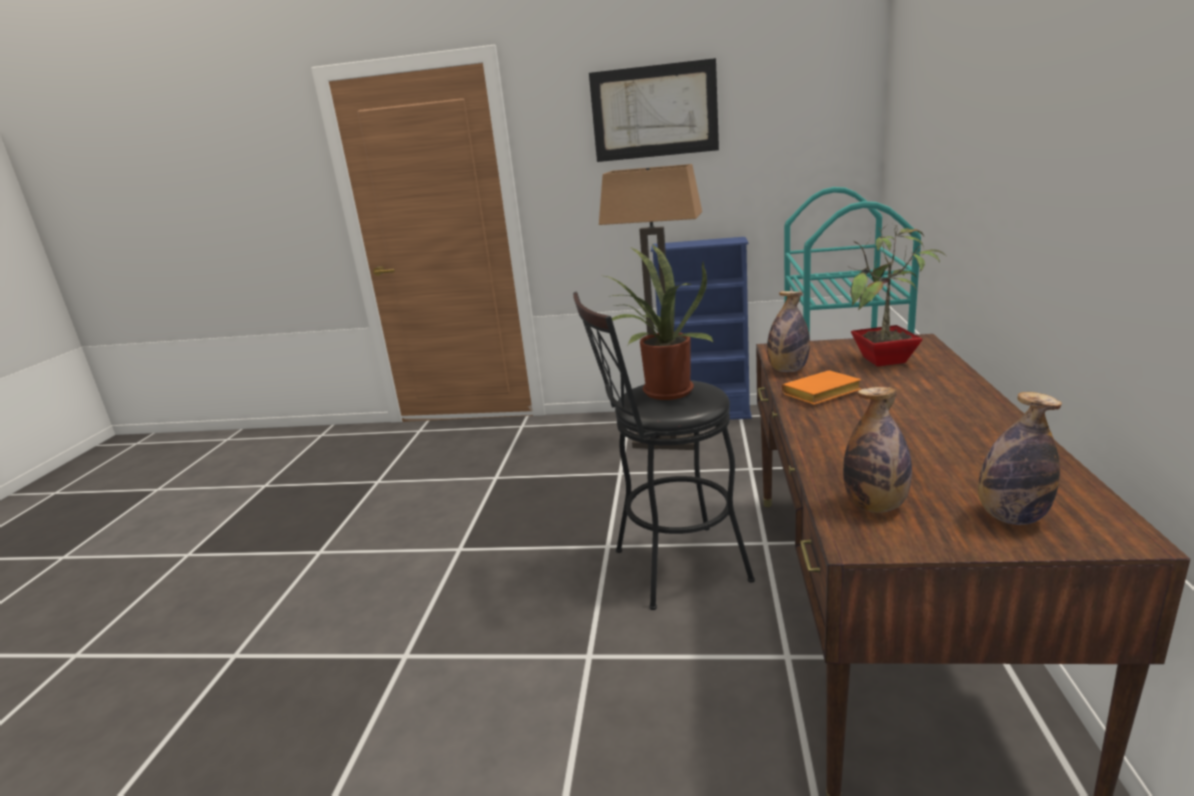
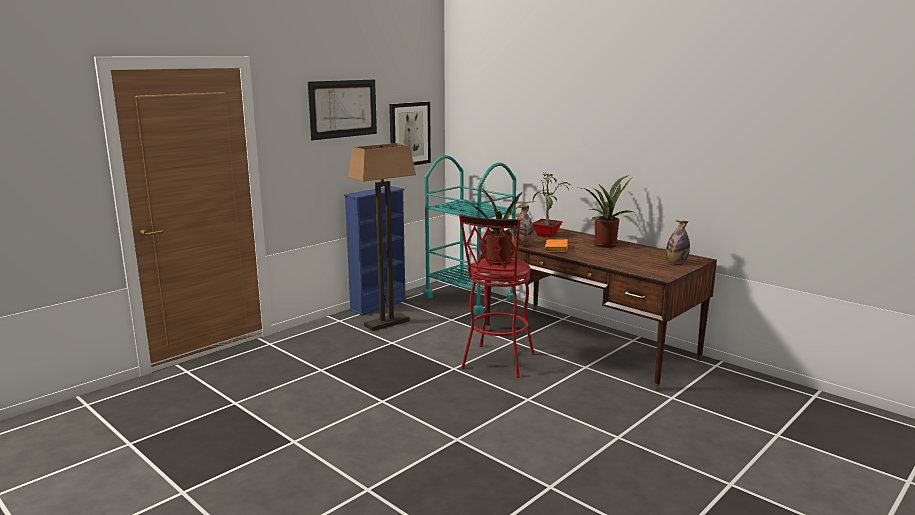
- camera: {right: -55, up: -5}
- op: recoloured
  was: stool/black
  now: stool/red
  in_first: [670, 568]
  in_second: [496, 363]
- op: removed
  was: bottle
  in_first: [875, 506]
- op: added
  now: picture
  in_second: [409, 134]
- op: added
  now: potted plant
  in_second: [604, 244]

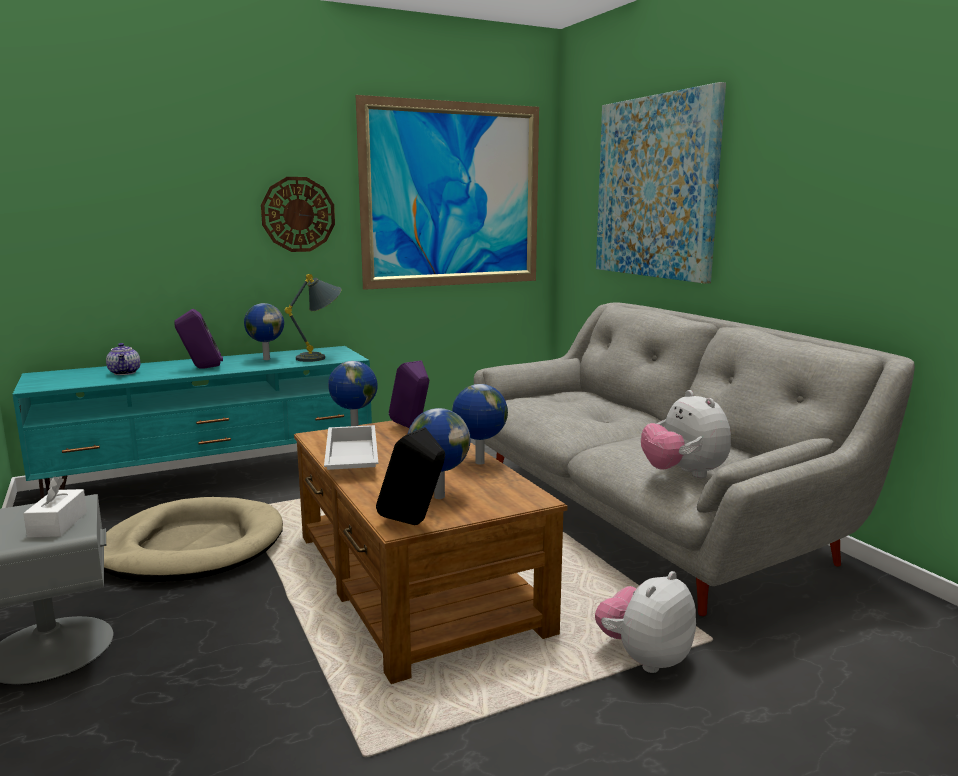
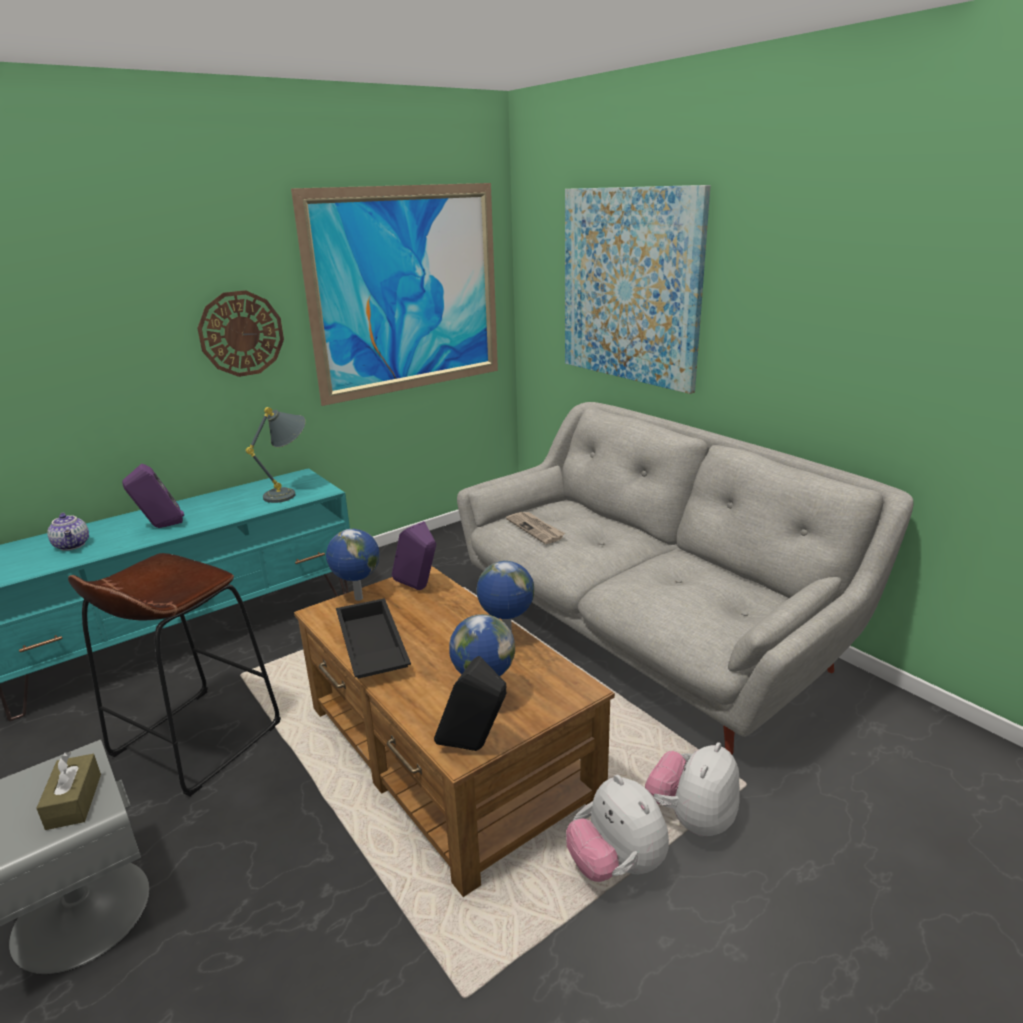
- camera: {right: -10, up: 10}
- op: recoloured
  was: tissue box/white
  now: tissue box/brown
  in_first: [58, 524]
  in_second: [74, 801]
- op: replaced
  was: dog bed/beige
  now: stool/brown
  in_first: [192, 547]
  in_second: [196, 739]
- op: removed
  was: globe
  in_first: [266, 359]
- op: recoloured
  was: tray/white
  now: tray/black
  in_first: [350, 459]
  in_second: [370, 648]
- op: moved
  was: plush toy
  in_first: [683, 474]
  in_second: [616, 865]
- op: added
  now: newspaper
  in_second: [536, 529]

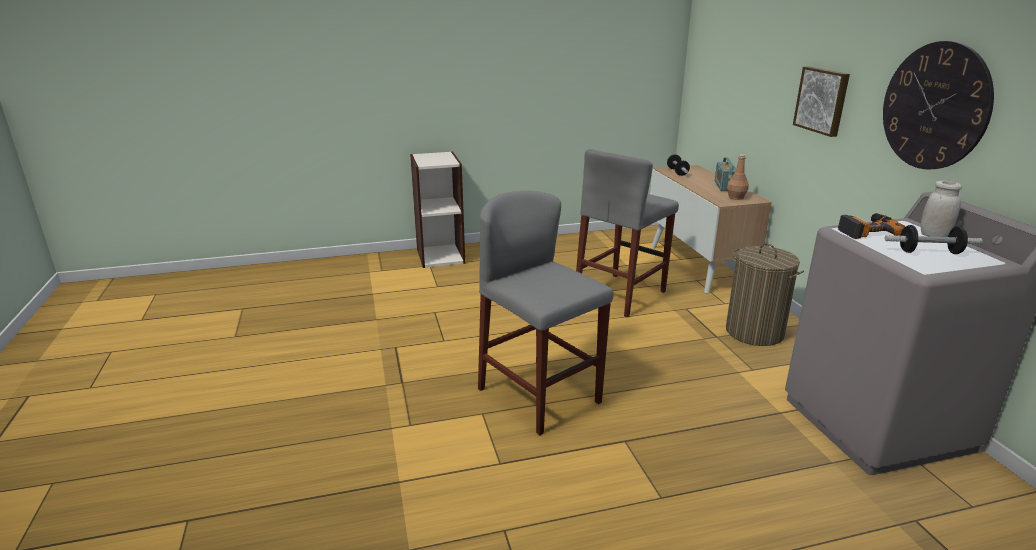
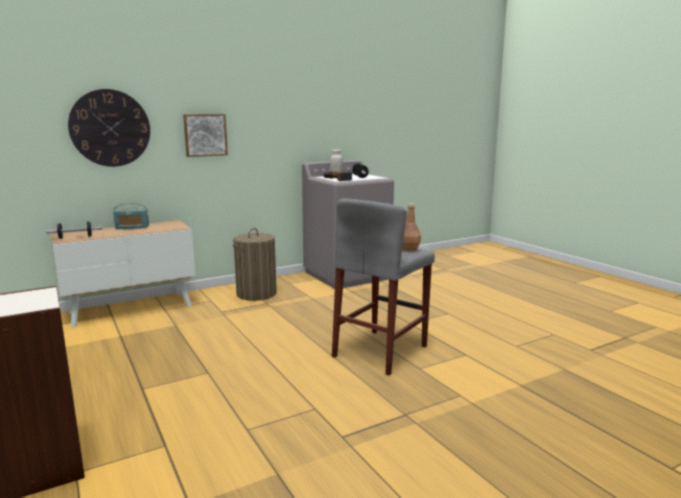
- camera: {right: -105, up: -10}
- op: removed
  was: stool/grey
  in_first: [620, 294]
- op: moved
  was: bottle/brown
  in_first: [735, 197]
  in_second: [409, 249]
- op: moved
  was: wall clock
  in_first: [935, 106]
  in_second: [110, 128]

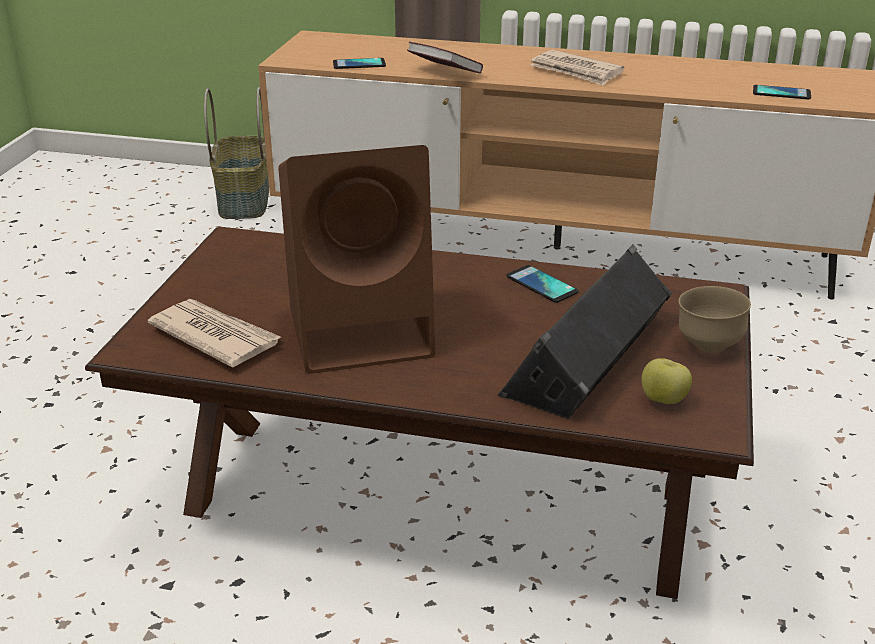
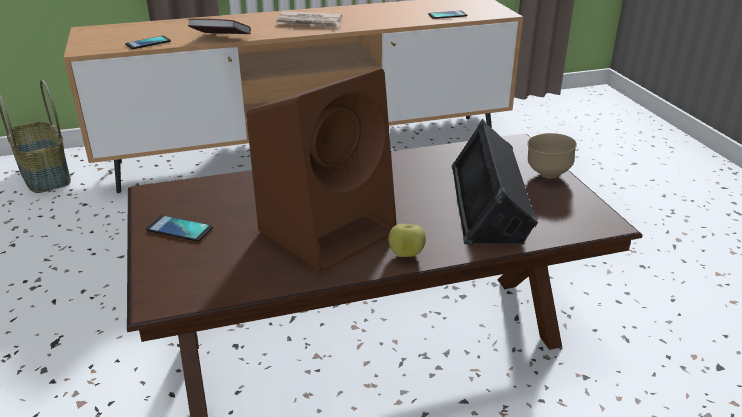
- camera: {right: -30, up: 0}
- op: removed
  was: newspaper
  in_first: [215, 336]
- op: moved
  was: phone
  in_first: [541, 285]
  in_second: [179, 229]
- op: moved
  was: apple
  in_first: [663, 400]
  in_second: [406, 254]

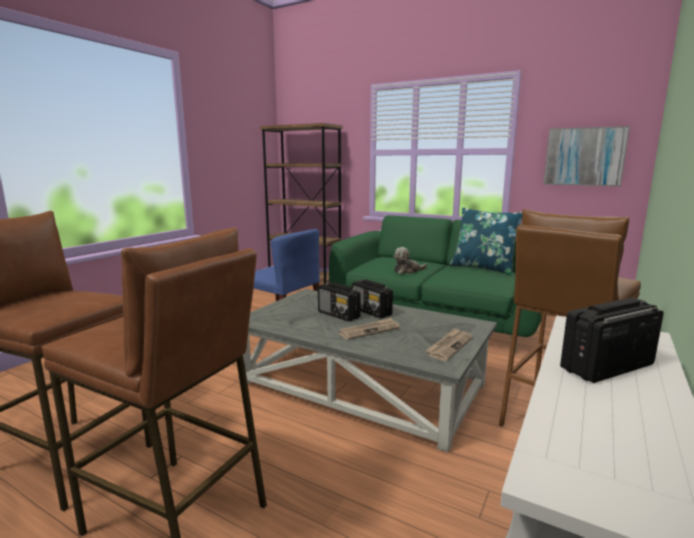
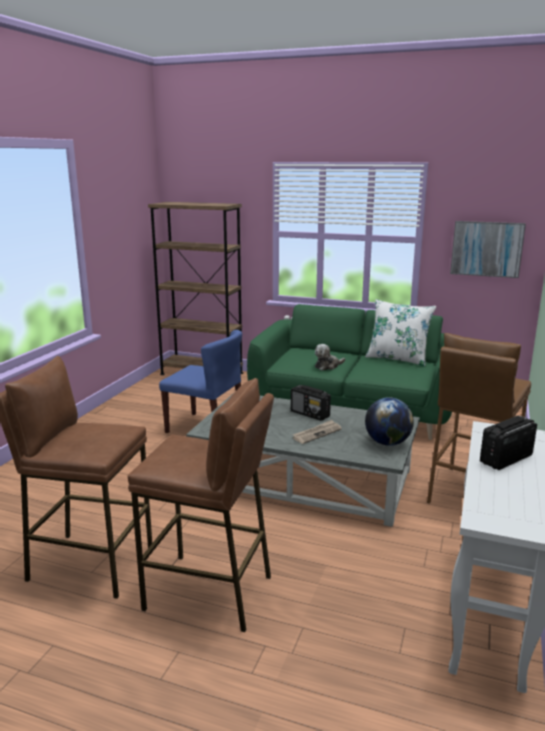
- camera: {right: -10, up: 5}
- op: removed
  was: radio
  in_first: [339, 315]
- op: replaced
  was: newspaper
  now: globe
  in_first: [449, 346]
  in_second: [387, 443]
- op: recoloured
  was: pillow/blue
  now: pillow/white
  in_first: [483, 268]
  in_second: [398, 359]

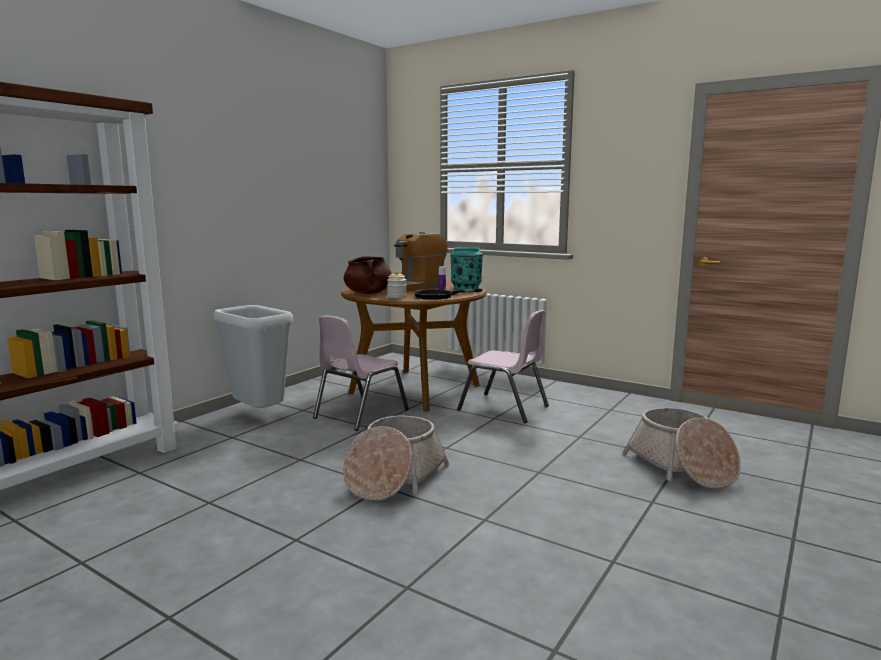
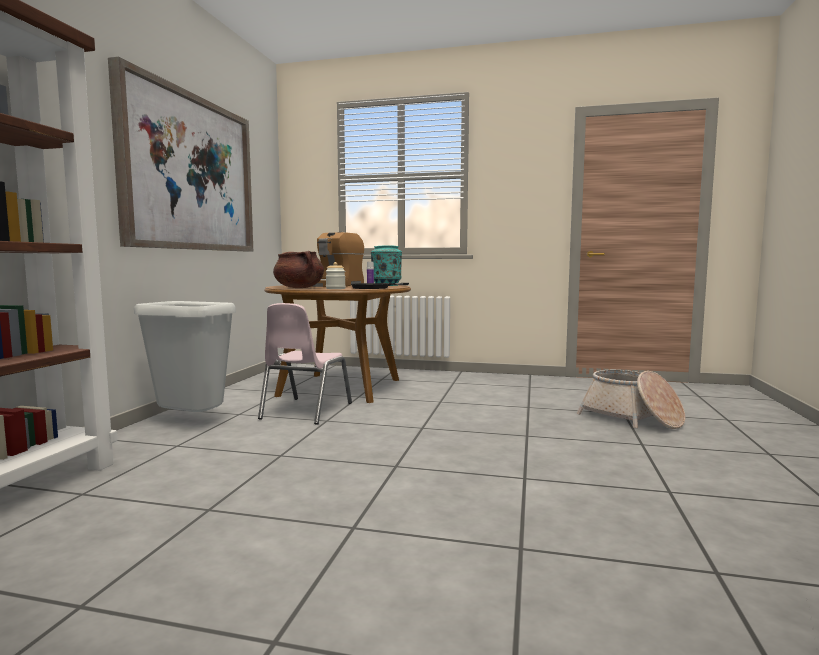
- camera: {right: -20, up: -5}
- op: removed
  was: basket
  in_first: [394, 478]
- op: removed
  was: chair/pink
  in_first: [504, 408]
- op: added
  now: picture
  in_second: [190, 173]

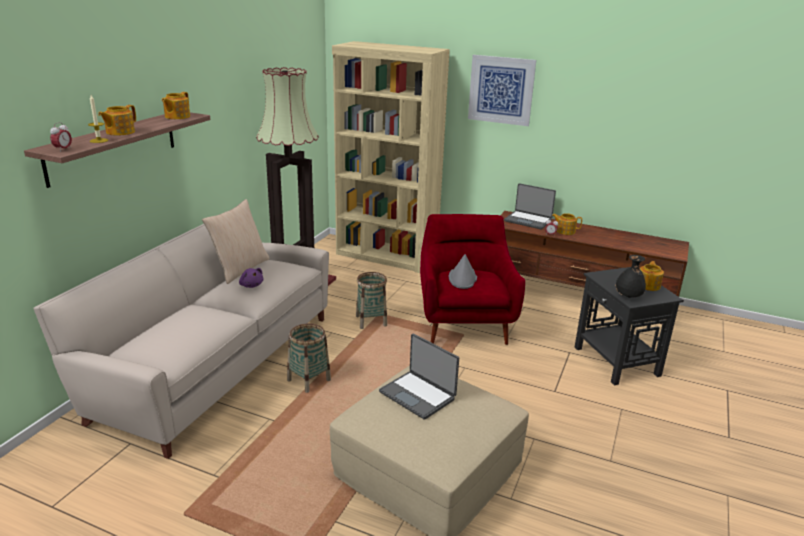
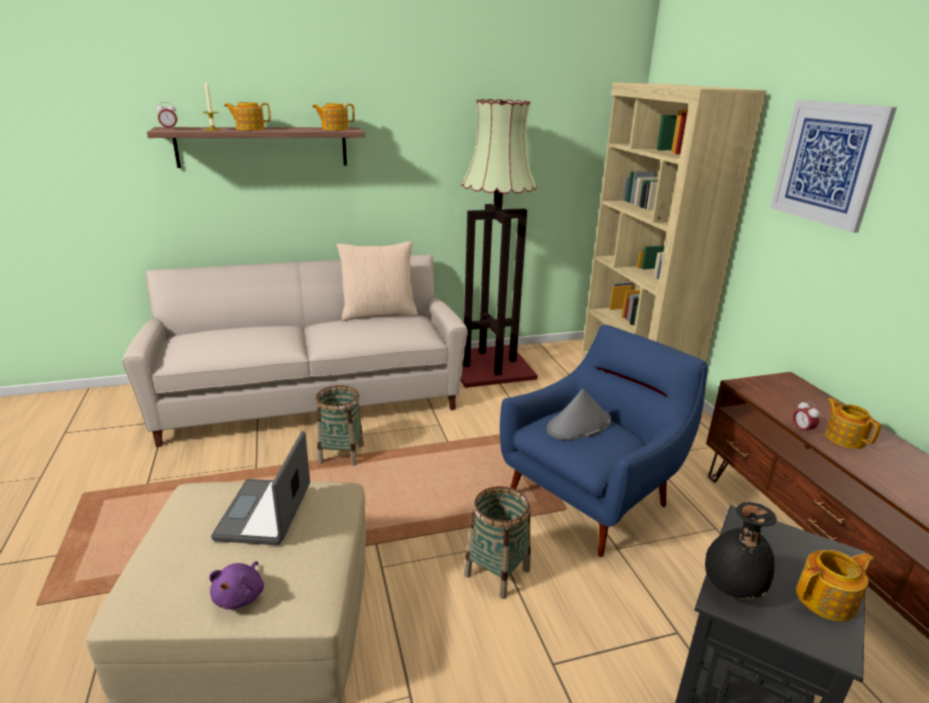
- camera: {right: 50, up: 0}
- op: moved
  was: plush toy/purple
  in_first: [251, 285]
  in_second: [241, 596]
- op: moved
  was: basket
  in_first: [371, 321]
  in_second: [497, 572]
- op: recoloured
  was: armchair/red
  now: armchair/blue
  in_first: [464, 323]
  in_second: [592, 497]
- op: removed
  was: laptop
  in_first: [528, 220]

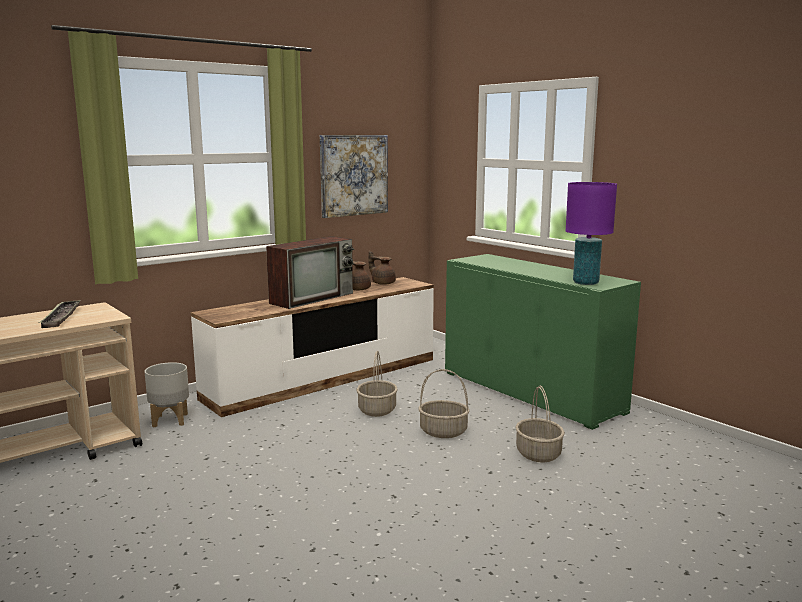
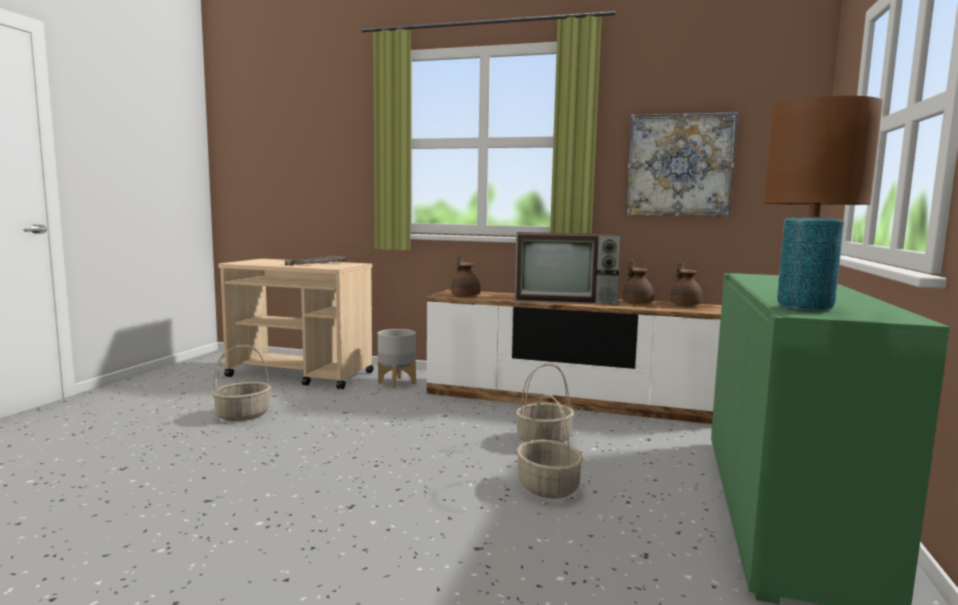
- camera: {right: 55, up: -5}
- op: moved
  was: basket
  in_first: [539, 454]
  in_second: [242, 415]
- op: recoloured
  was: table lamp/purple
  now: table lamp/brown
  in_first: [585, 283]
  in_second: [804, 308]
- op: added
  now: teapot/brown
  in_second: [465, 296]

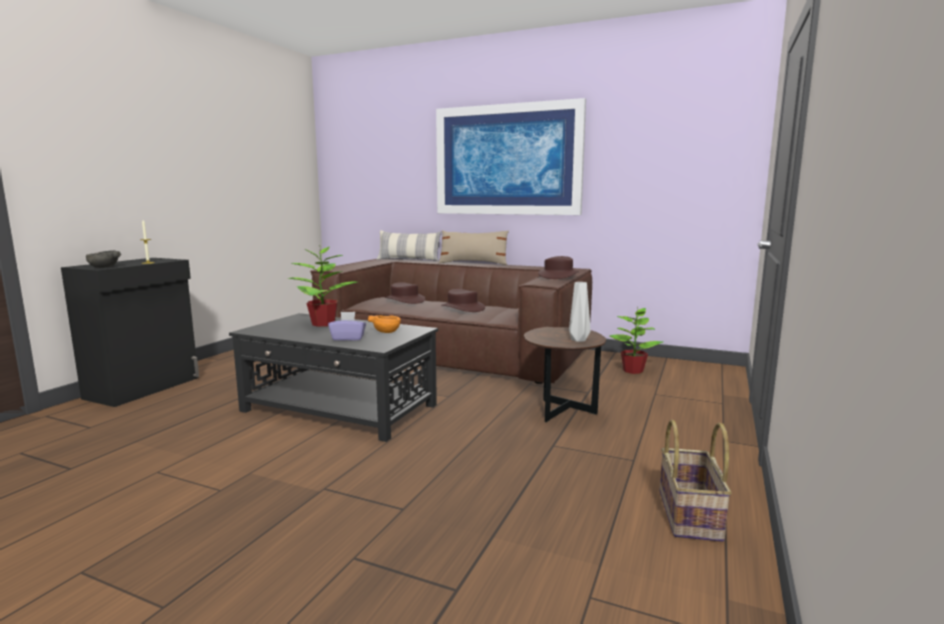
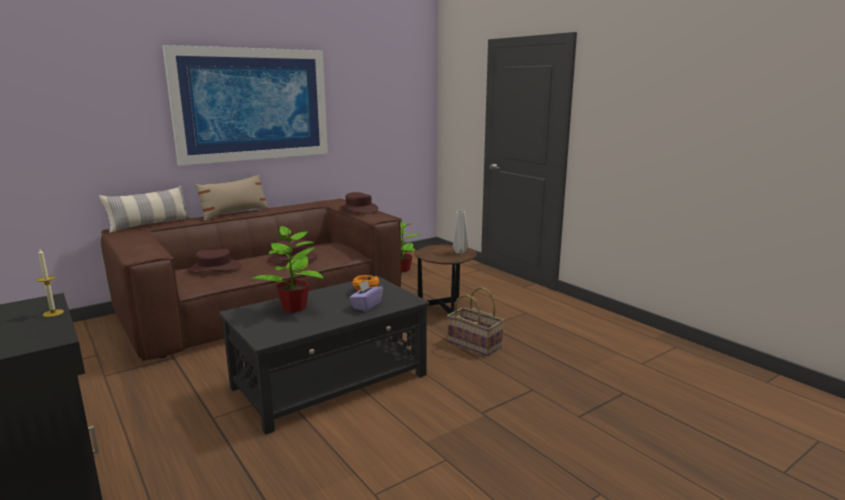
- camera: {right: -60, up: 5}
- op: removed
  was: bowl/grey
  in_first: [104, 267]
- op: moved
  was: basket
  in_first: [691, 515]
  in_second: [475, 344]

